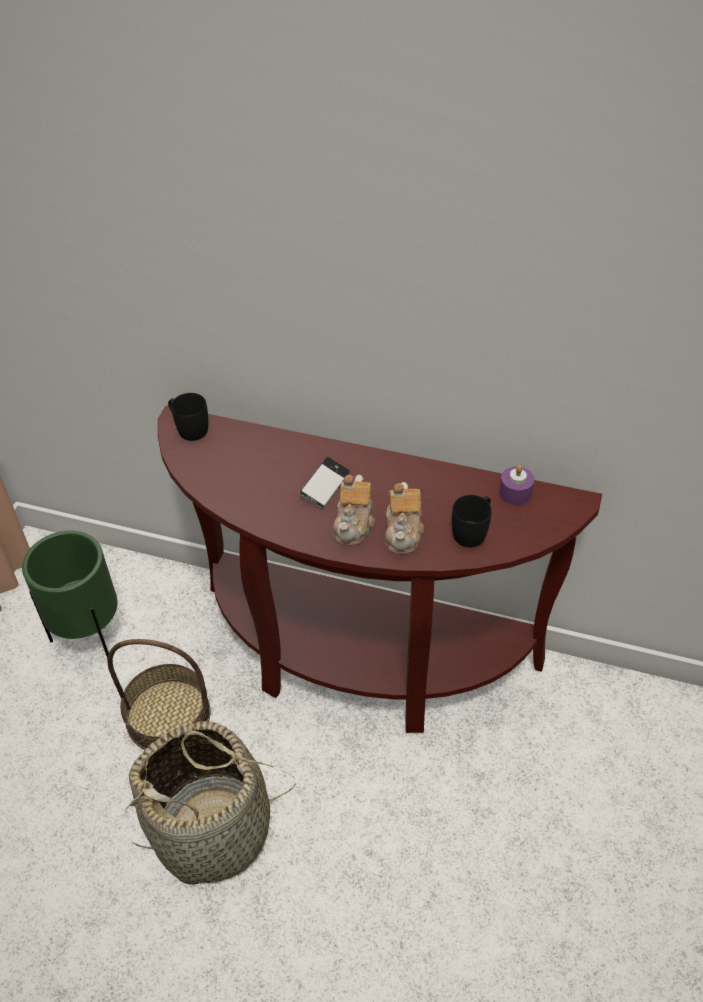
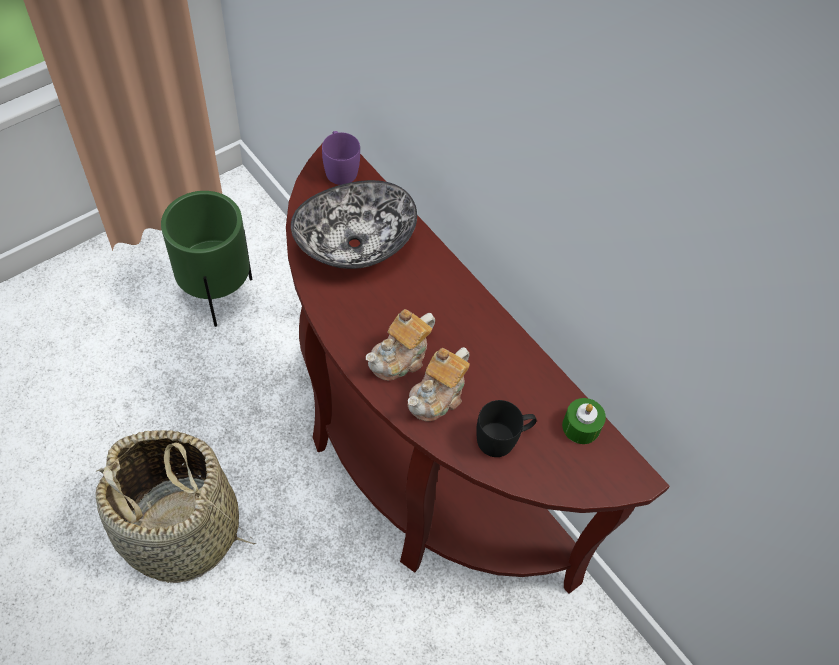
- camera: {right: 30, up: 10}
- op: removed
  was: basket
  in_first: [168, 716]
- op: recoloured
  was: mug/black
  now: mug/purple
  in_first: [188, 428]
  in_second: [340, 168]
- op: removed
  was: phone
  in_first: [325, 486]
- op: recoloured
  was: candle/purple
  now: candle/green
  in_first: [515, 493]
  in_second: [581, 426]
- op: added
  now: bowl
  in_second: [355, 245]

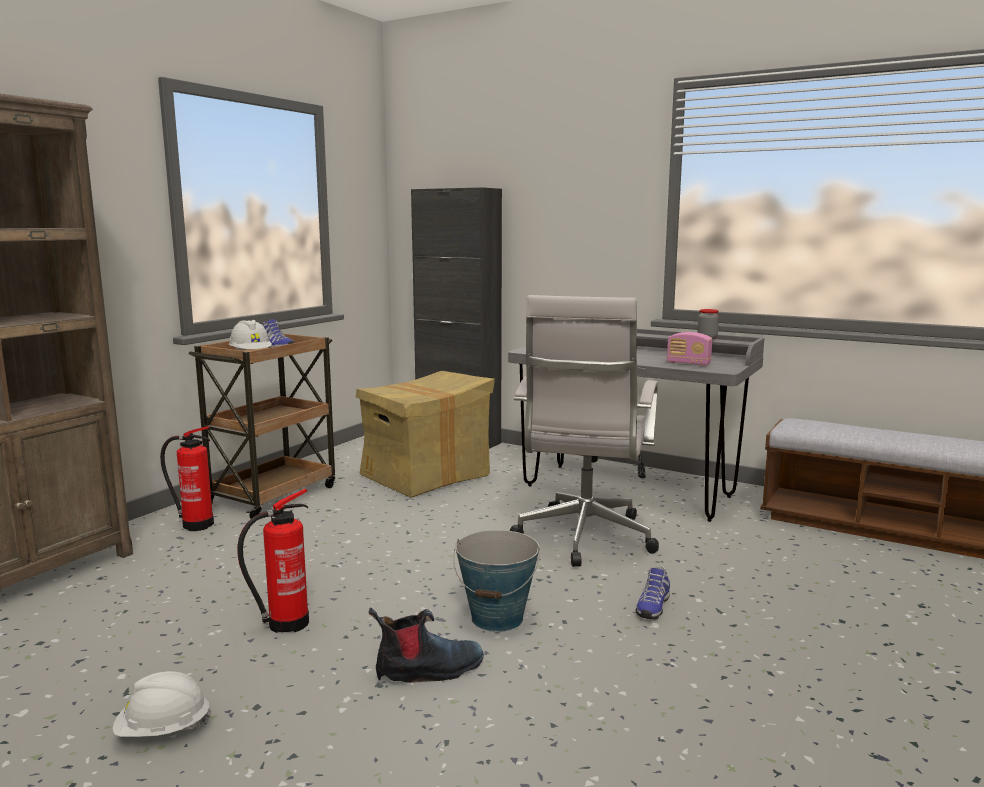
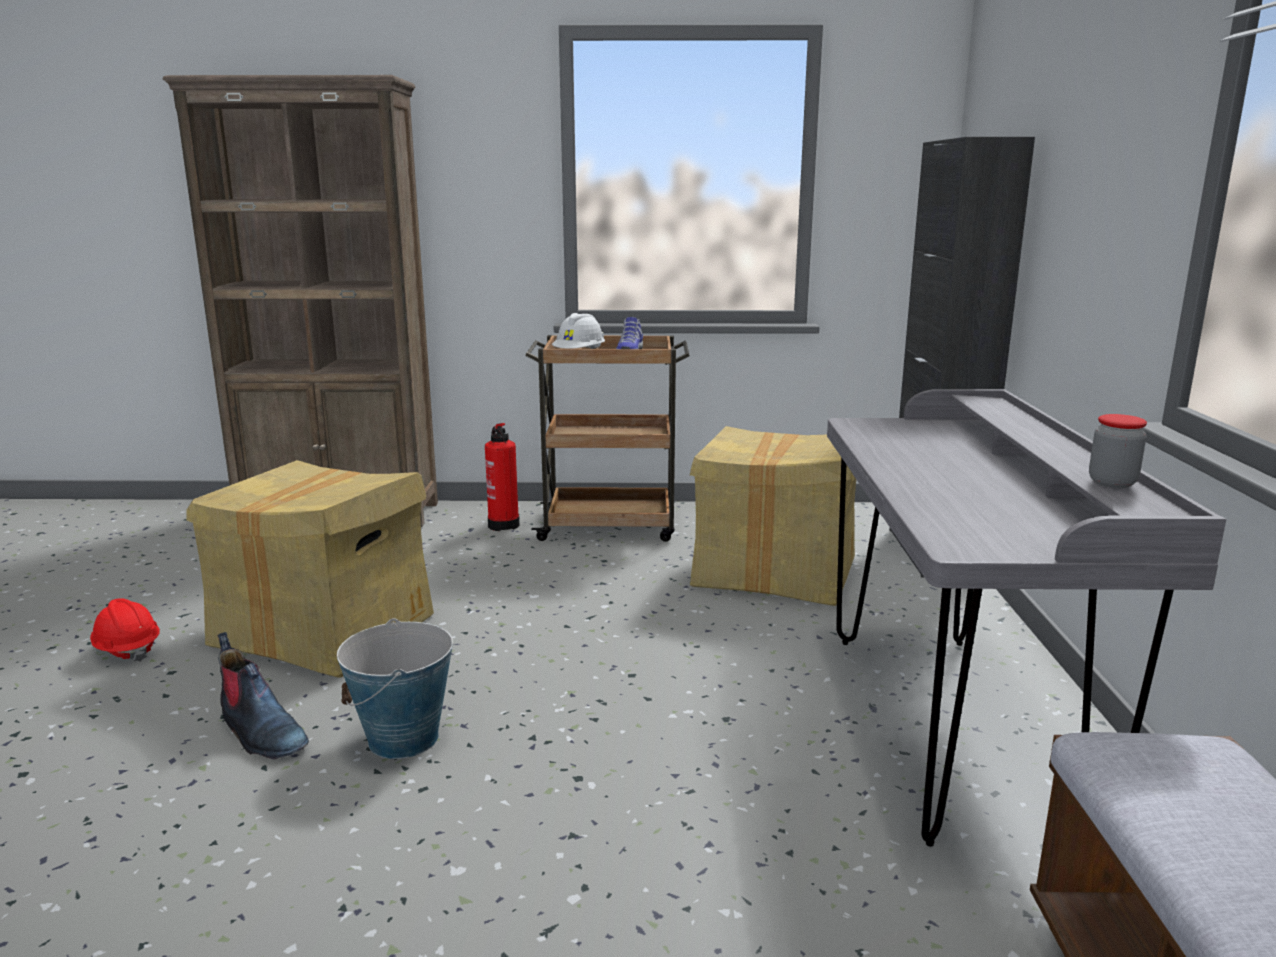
- camera: {right: 60, up: 5}
- op: recoloured
  was: hard hat/white
  now: hard hat/red
  in_first: [163, 731]
  in_second: [127, 650]
- op: replaced
  was: fire extinguisher
  now: cardboard box
  in_first: [284, 624]
  in_second: [325, 631]
- op: removed
  was: office chair/white
  in_first: [584, 539]
- op: removed
  was: shoe
  in_first: [652, 607]
- op: removed
  was: radio
  in_first: [688, 363]

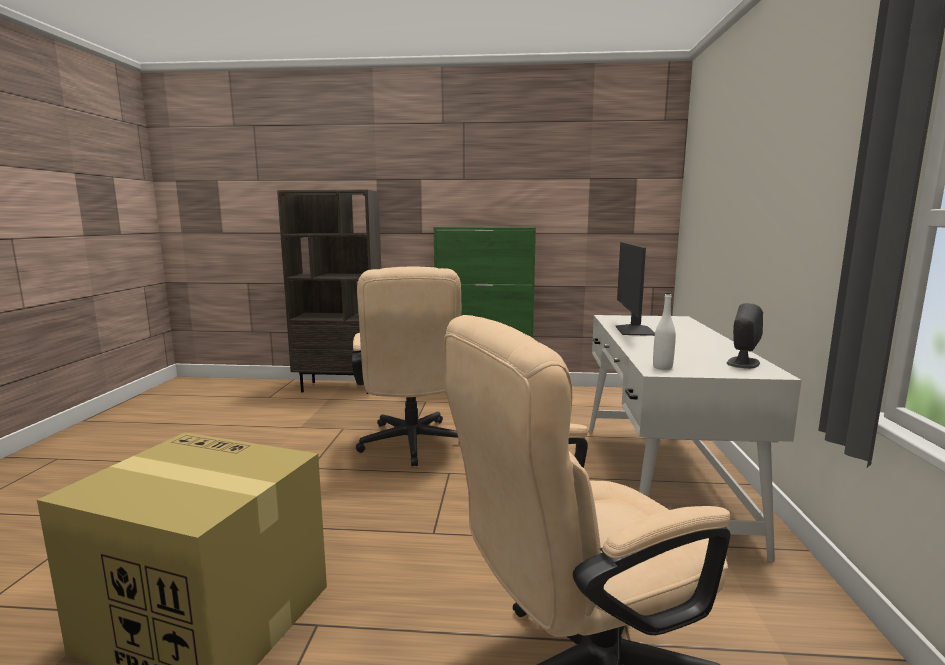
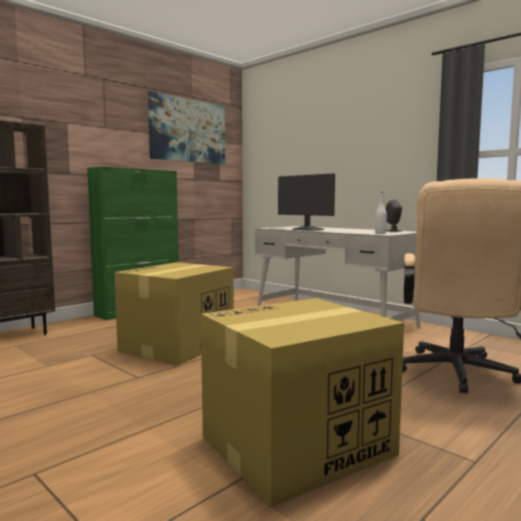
- camera: {right: -50, up: -5}
- op: replaced
  was: office chair/beige
  now: cardboard box
  in_first: [411, 446]
  in_second: [177, 346]
- op: added
  now: picture
  in_second: [188, 131]

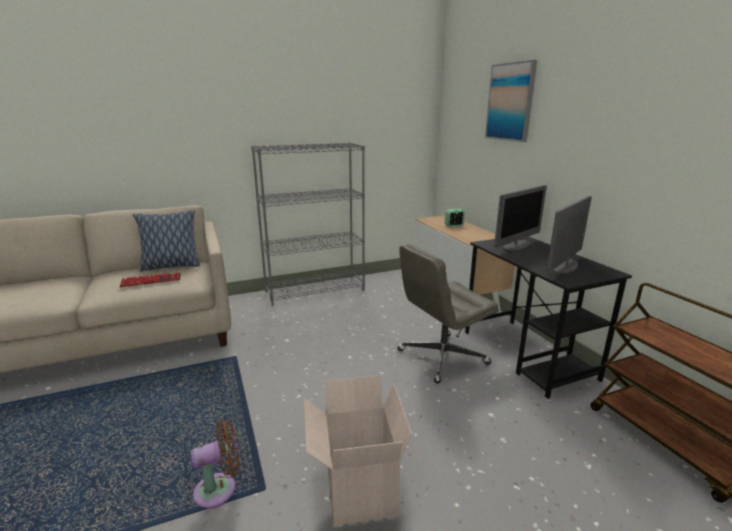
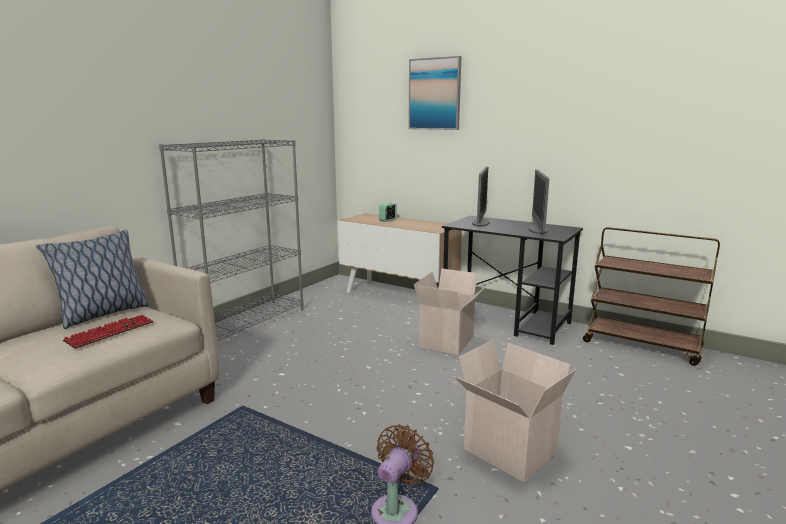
- camera: {right: -35, up: -5}
- op: replaced
  was: office chair/grey
  now: cardboard box
  in_first: [441, 357]
  in_second: [448, 342]

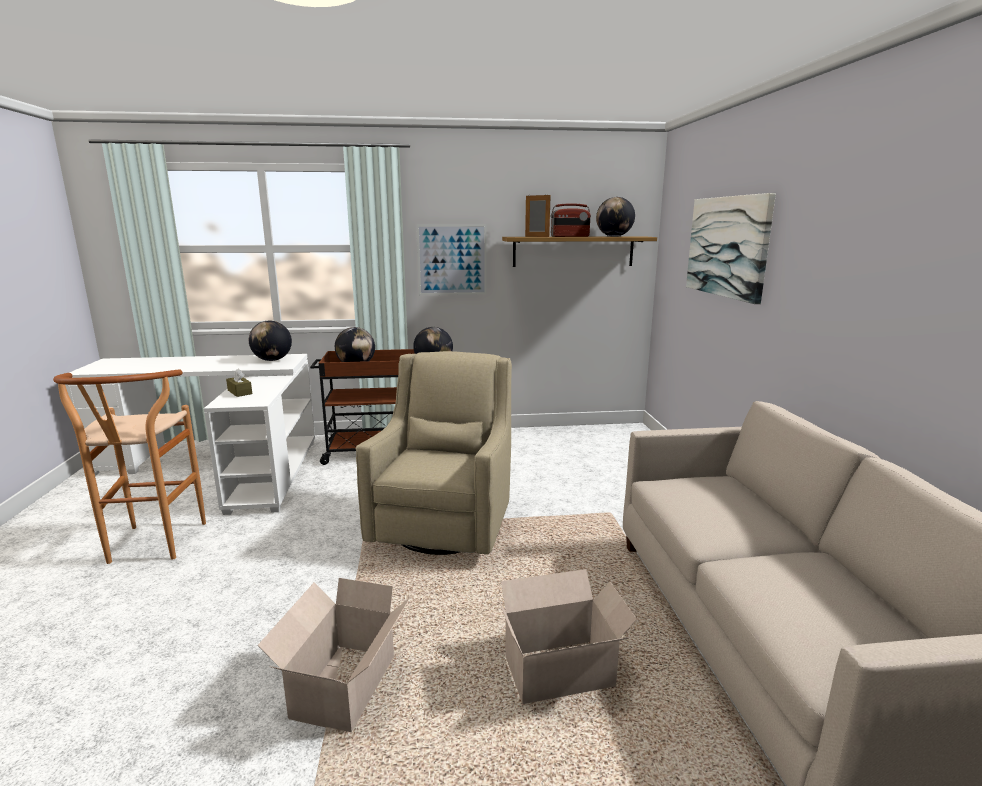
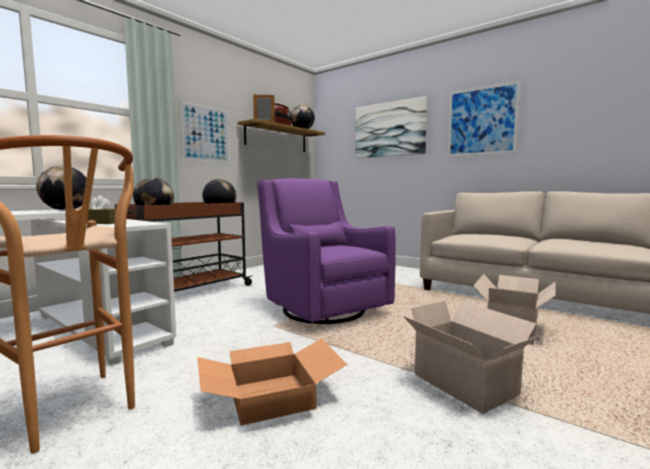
- camera: {right: -45, up: -10}
- op: recoloured
  was: armchair/beige
  now: armchair/purple
  in_first: [445, 524]
  in_second: [321, 309]
- op: added
  now: cardboard box
  in_second: [270, 398]
- op: added
  now: picture
  in_second: [481, 121]

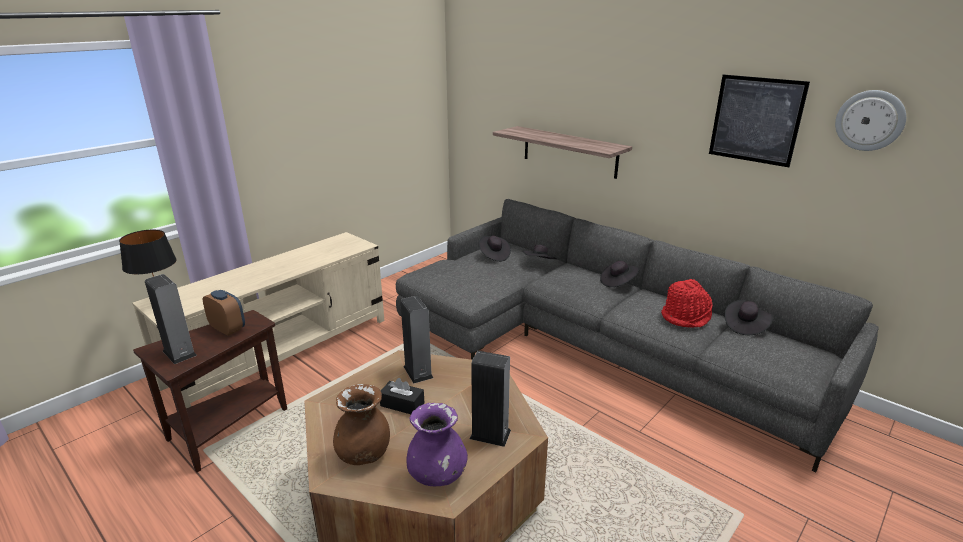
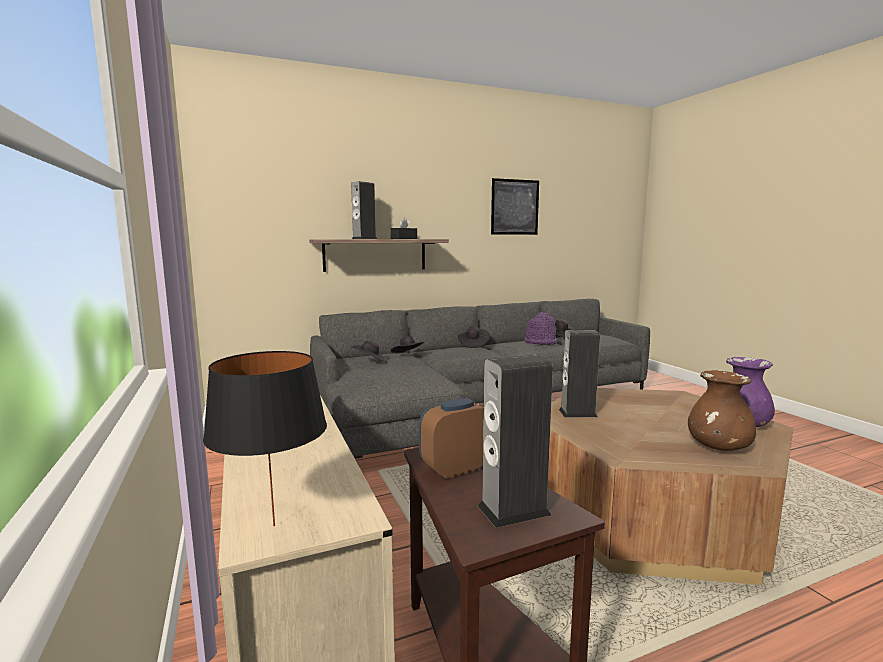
- camera: {right: -65, up: -15}
- op: moved
  was: tissue box/black
  in_first: [402, 404]
  in_second: [404, 239]
- op: moved
  was: speaker
  in_first: [490, 434]
  in_second: [364, 239]
- op: recoloured
  was: hat/red
  now: hat/purple
  in_first: [686, 317]
  in_second: [541, 342]
- op: removed
  was: wall clock
  in_first: [870, 120]

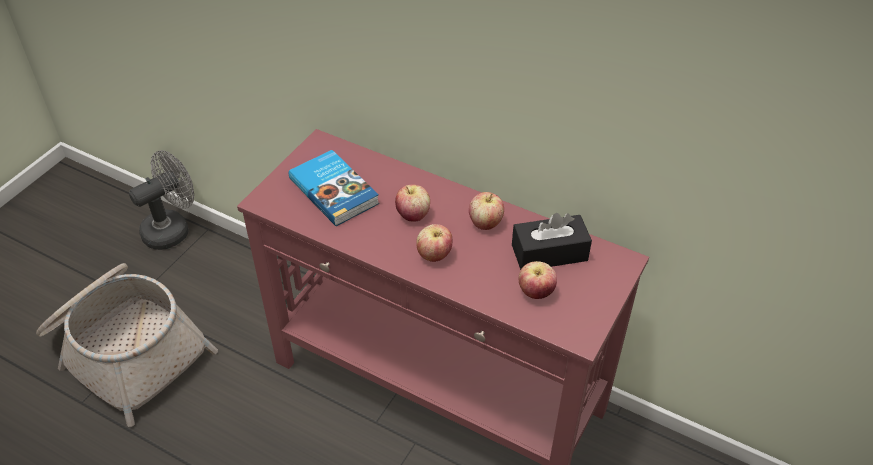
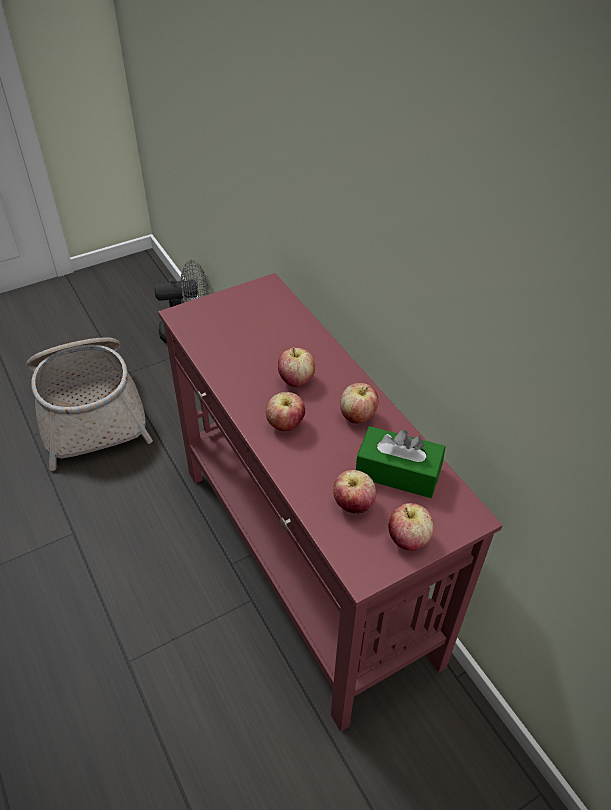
- camera: {right: 30, up: 0}
- op: removed
  was: book
  in_first: [335, 190]
- op: recoloured
  was: tissue box/black
  now: tissue box/green
  in_first: [549, 253]
  in_second: [398, 472]
- op: added
  now: apple
  in_second: [408, 539]

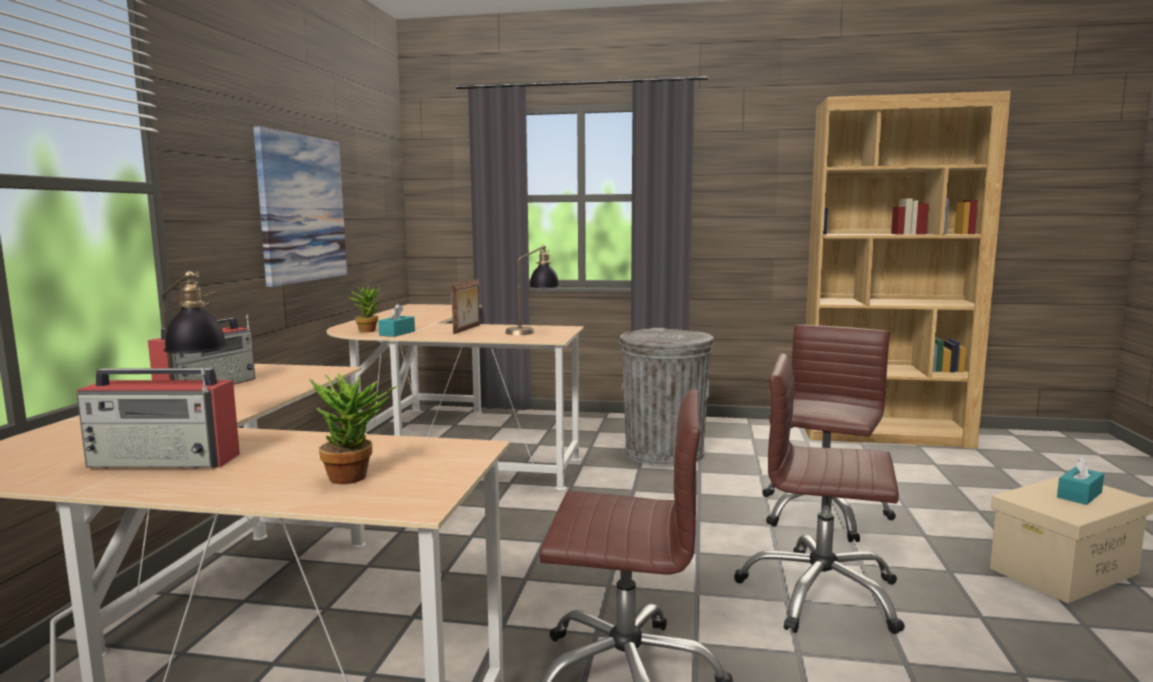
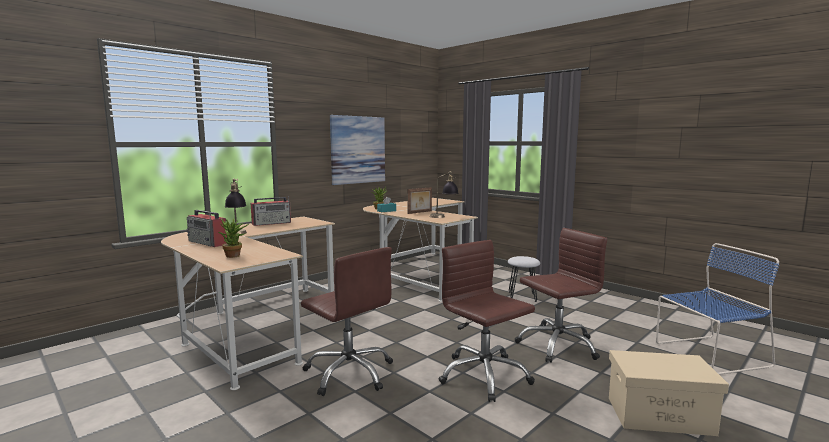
- camera: {right: 35, up: 0}
- op: replaced
  was: trash can/grey
  now: stool/white
  in_first: [664, 453]
  in_second: [522, 297]
- op: removed
  was: bookcase/brown
  in_first: [884, 434]
- op: removed
  was: tissue box/turquoise
  in_first: [1079, 495]
- op: added
  now: chair/blue
  in_second: [708, 355]

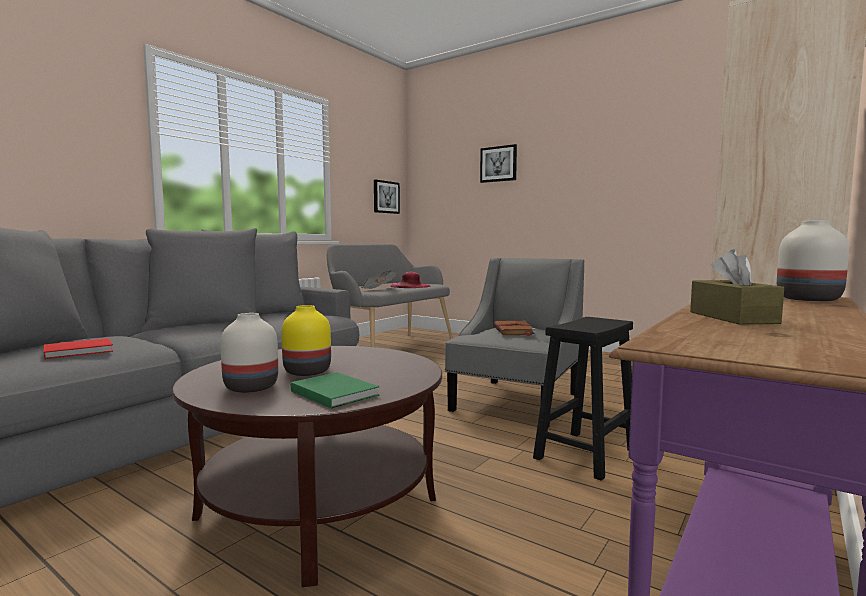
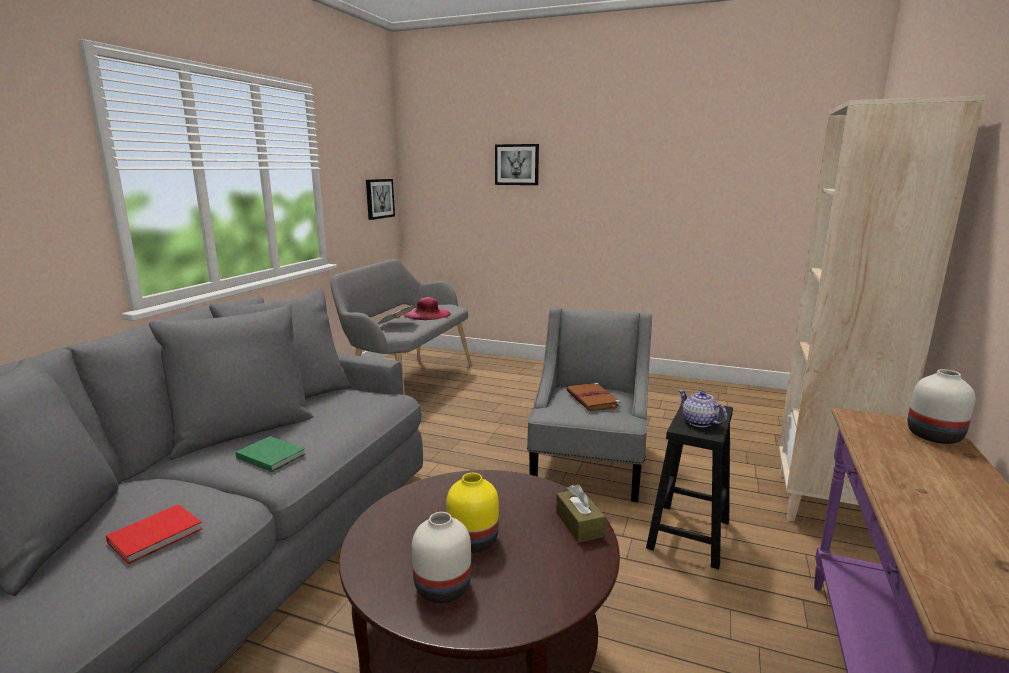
- camera: {right: -15, up: 10}
- op: moved
  was: book/green
  in_first: [334, 392]
  in_second: [270, 455]
- op: moved
  was: tissue box/brown
  in_first: [732, 317]
  in_second: [579, 524]
- op: added
  now: teapot
  in_second: [699, 422]

